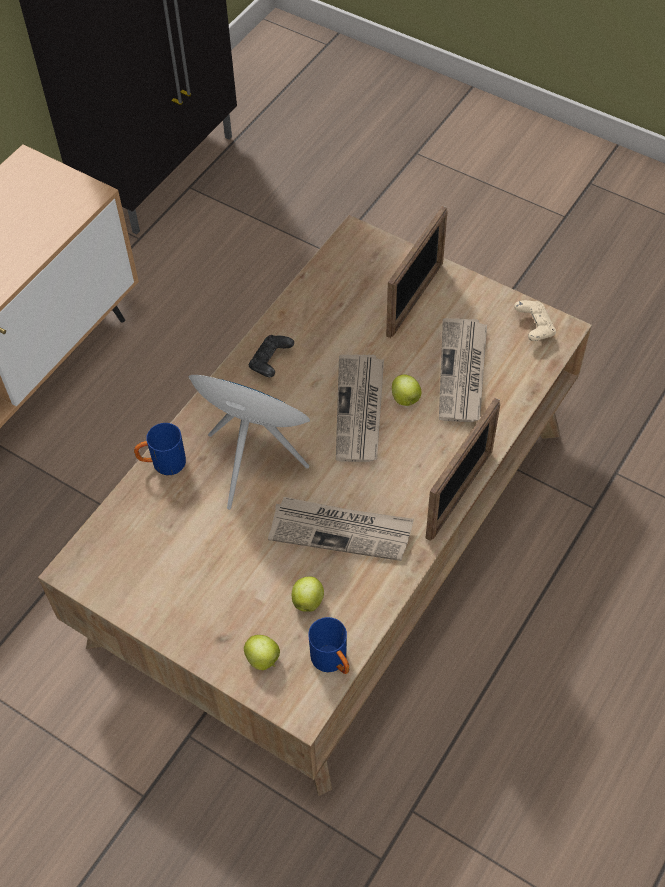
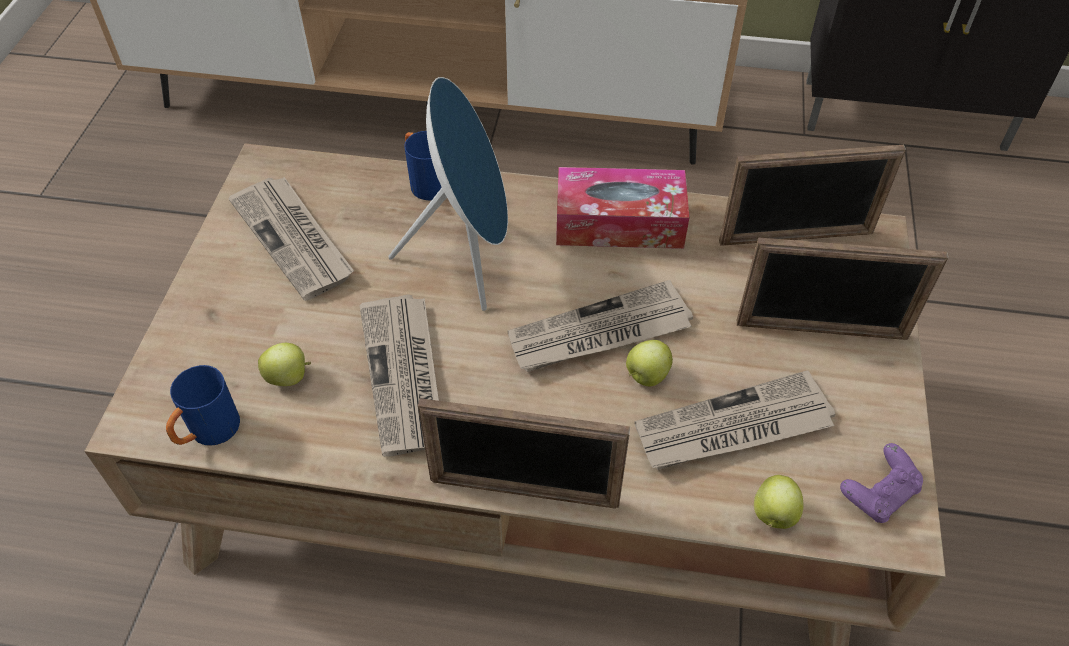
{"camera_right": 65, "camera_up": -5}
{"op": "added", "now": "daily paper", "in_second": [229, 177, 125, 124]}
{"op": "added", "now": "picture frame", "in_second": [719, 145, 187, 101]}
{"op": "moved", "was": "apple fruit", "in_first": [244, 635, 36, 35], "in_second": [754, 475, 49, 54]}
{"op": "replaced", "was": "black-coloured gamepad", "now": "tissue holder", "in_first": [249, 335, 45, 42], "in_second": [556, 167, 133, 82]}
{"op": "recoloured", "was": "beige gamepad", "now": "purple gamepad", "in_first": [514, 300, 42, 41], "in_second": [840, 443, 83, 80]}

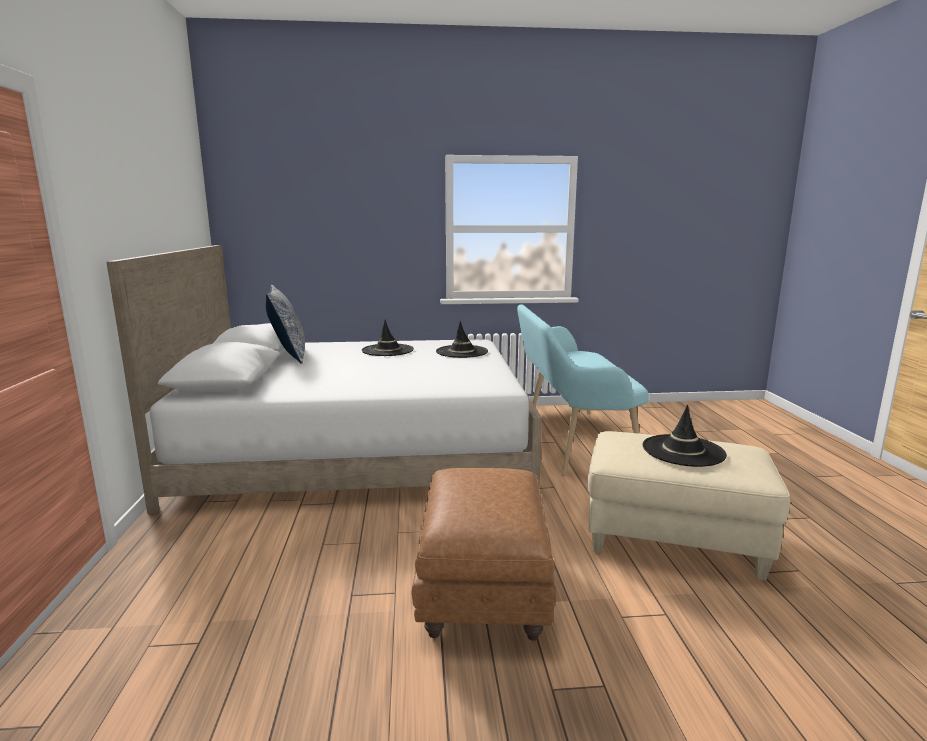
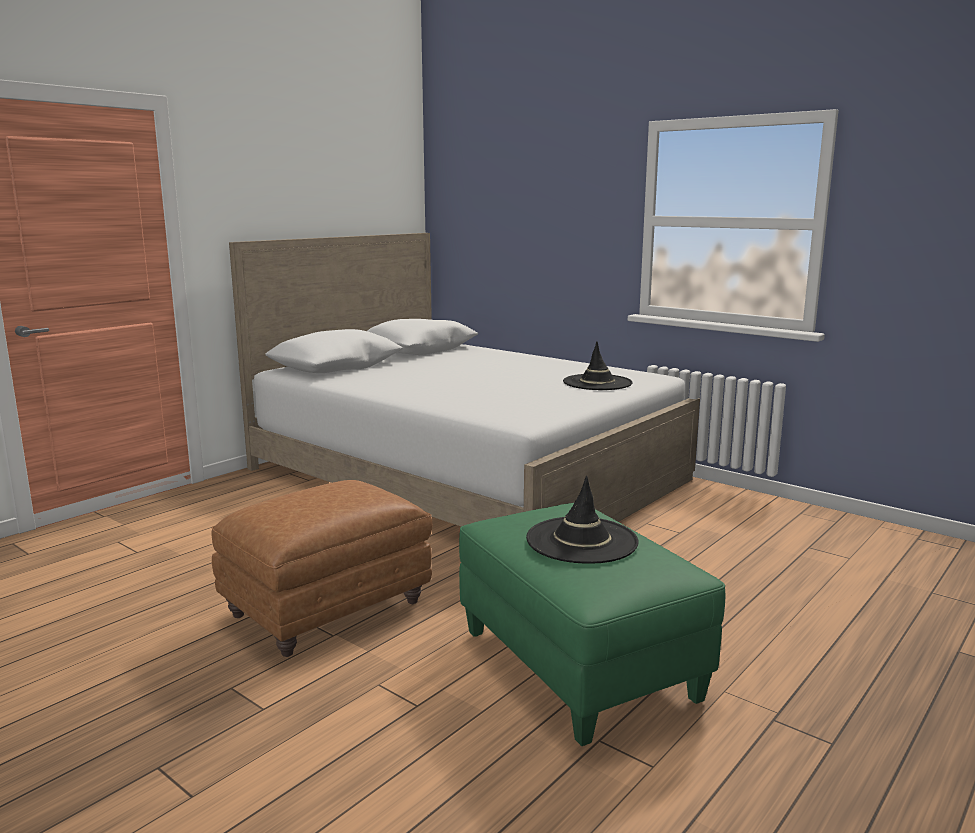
{"camera_right": 45, "camera_up": 0}
{"op": "removed", "was": "pillow", "in_first": [265, 285, 40, 79]}
{"op": "removed", "was": "black-coloured wearable hat", "in_first": [362, 320, 52, 36]}
{"op": "removed", "was": "turquoise long seat", "in_first": [517, 304, 132, 172]}
{"op": "recoloured", "was": "beige pouffe", "now": "greenish pouffe", "in_first": [588, 431, 202, 149], "in_second": [459, 503, 266, 243]}

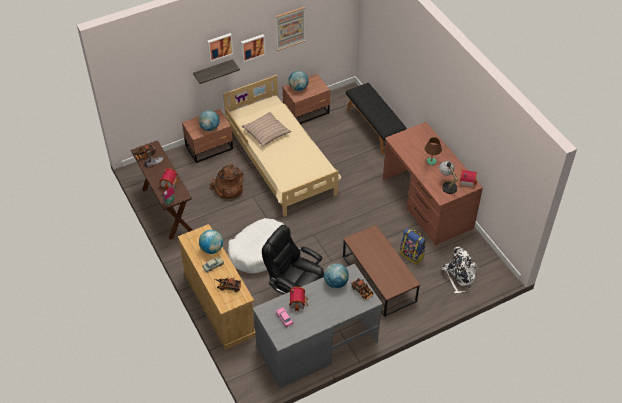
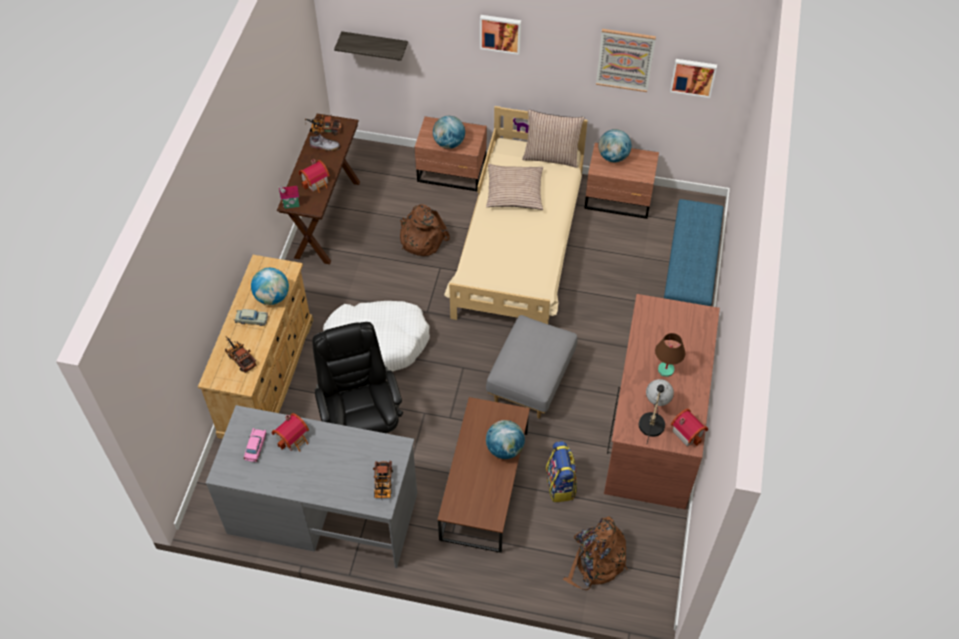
{"camera_right": 40, "camera_up": 5}
{"op": "added", "now": "gray pouffe", "in_second": [486, 315, 91, 103]}
{"op": "added", "now": "pillow", "in_second": [522, 109, 63, 59]}
{"op": "moved", "was": "wall shelf", "in_first": [193, 59, 47, 25], "in_second": [334, 31, 74, 29]}
{"op": "moved", "was": "wall art", "in_first": [241, 34, 25, 28], "in_second": [670, 59, 47, 39]}
{"op": "moved", "was": "desk globe", "in_first": [324, 263, 25, 25], "in_second": [486, 420, 39, 39]}
{"op": "recoloured", "was": "black-coloured long seat", "now": "blue long seat", "in_first": [346, 83, 61, 71], "in_second": [664, 199, 60, 107]}
{"op": "recoloured", "was": "white rucksack", "now": "brown rucksack", "in_first": [442, 247, 35, 46], "in_second": [563, 516, 64, 74]}

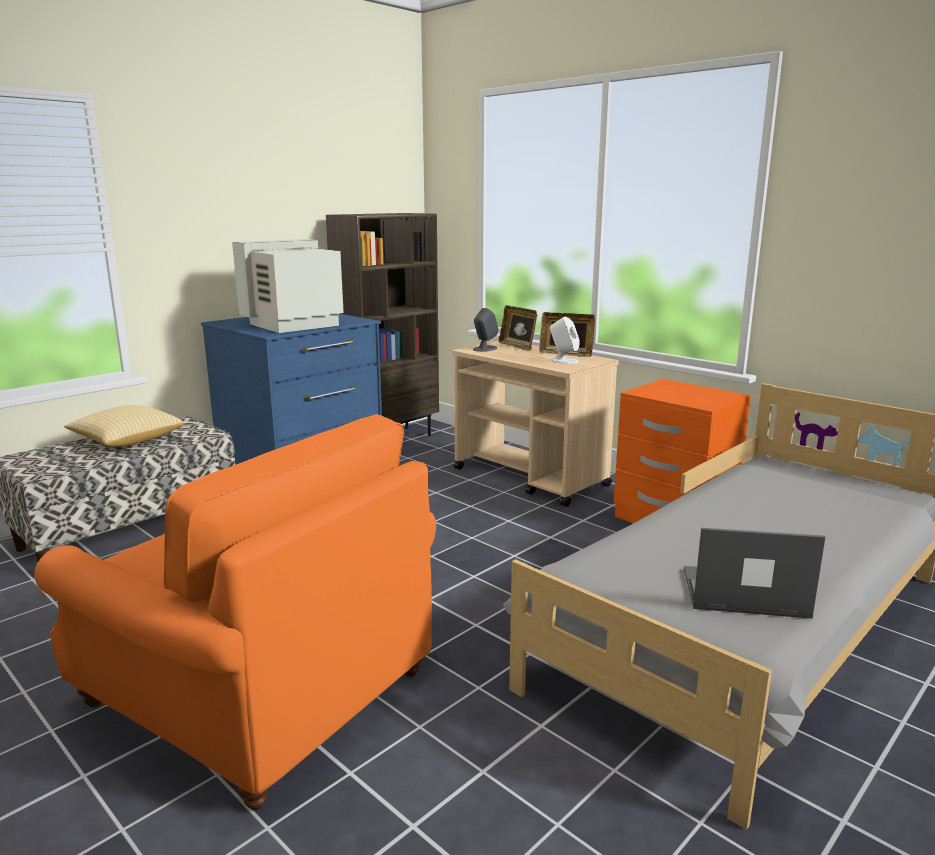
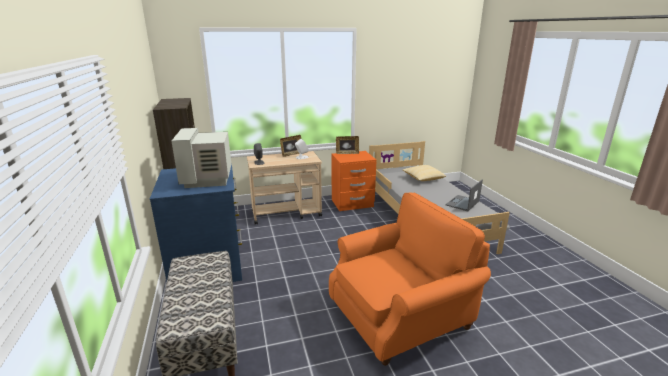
{"camera_right": -60, "camera_up": 5}
{"op": "moved", "was": "pillow", "in_first": [64, 405, 120, 42], "in_second": [403, 165, 43, 16]}
{"op": "moved", "was": "picture frame", "in_first": [499, 305, 39, 46], "in_second": [336, 136, 23, 18]}

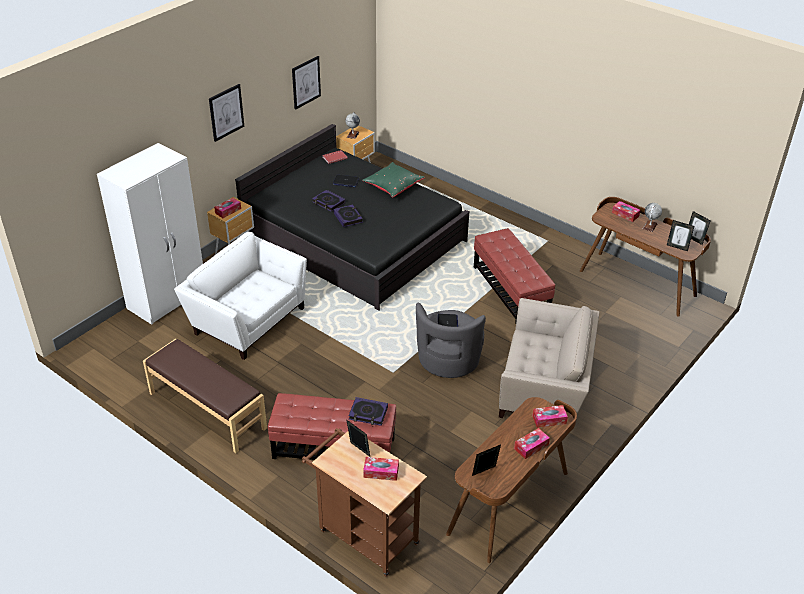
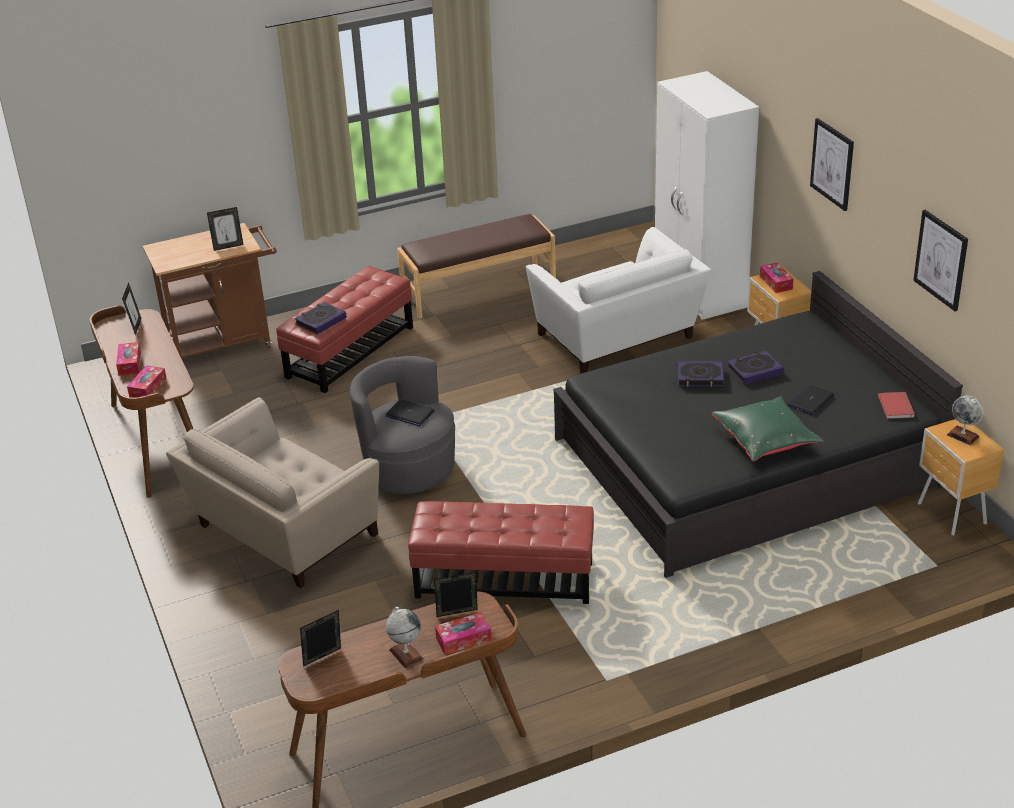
{"camera_right": 120, "camera_up": -5}
{"op": "removed", "was": "tissue holder", "in_first": [363, 457, 36, 24]}
{"op": "moved", "was": "picture frame", "in_first": [689, 211, 22, 34], "in_second": [434, 572, 44, 45]}
{"op": "turned", "was": "white lounge chair", "in_first": [174, 232, 133, 128], "in_second": [526, 227, 185, 146], "clockwise": 90}

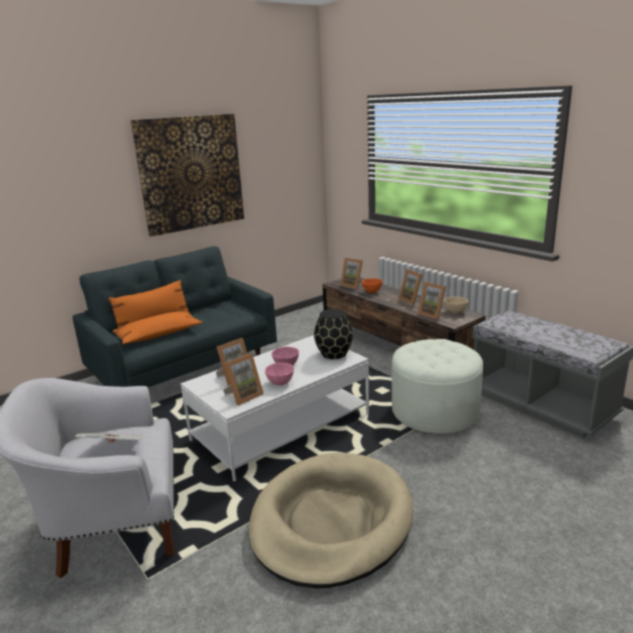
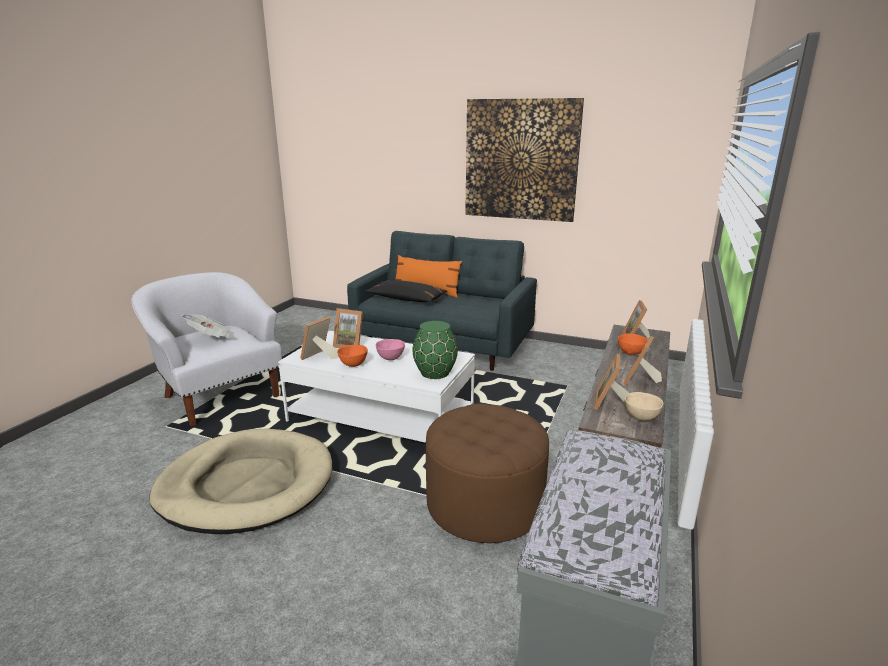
{"camera_right": 60, "camera_up": 0}
{"op": "recoloured", "was": "orangey pillow", "now": "black-coloured pillow", "in_first": [112, 311, 91, 33], "in_second": [365, 280, 82, 22]}
{"op": "recoloured", "was": "pinkish serving bowl", "now": "orangey serving bowl", "in_first": [265, 363, 29, 22], "in_second": [337, 345, 31, 22]}
{"op": "recoloured", "was": "black-coloured decorative vase", "now": "greenish decorative vase", "in_first": [314, 309, 39, 50], "in_second": [412, 321, 46, 58]}
{"op": "recoloured", "was": "white pouffe", "now": "brown pouffe", "in_first": [392, 339, 91, 95], "in_second": [426, 403, 123, 140]}
{"op": "turned", "was": "picture frame", "in_first": [223, 353, 41, 53], "in_second": [300, 317, 39, 43], "clockwise": 105}

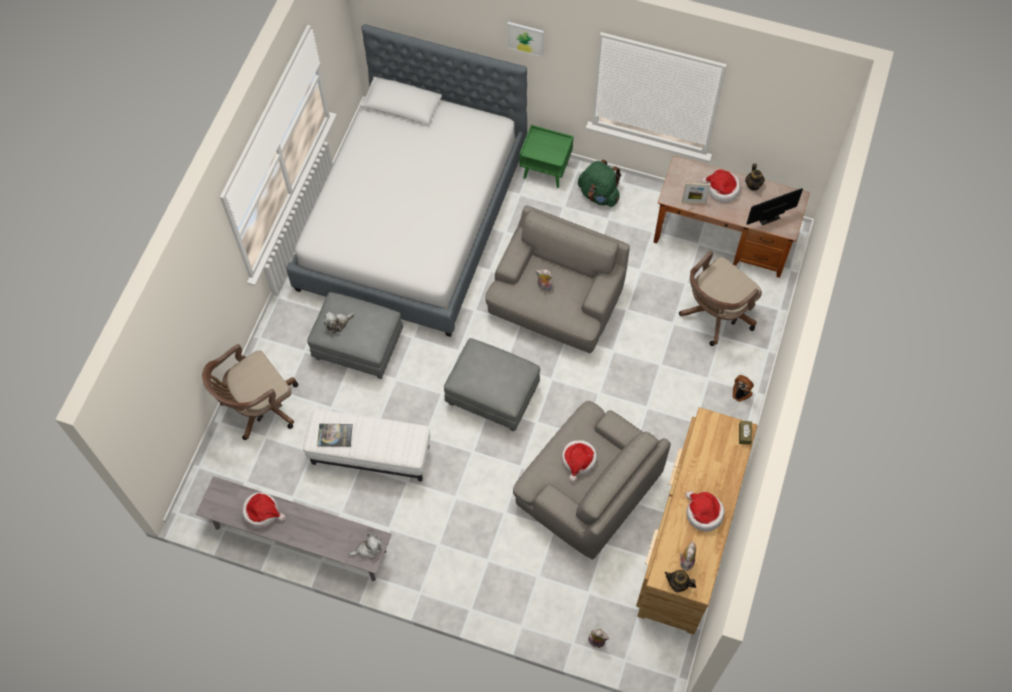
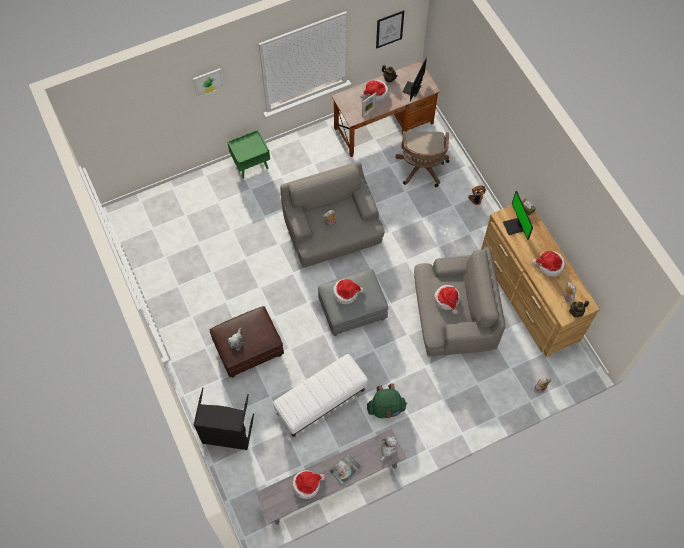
{"camera_right": -45, "camera_up": 0}
{"op": "removed", "was": "bedroom bed", "in_first": [286, 24, 241, 313]}
{"op": "added", "now": "wearable hat", "in_second": [333, 279, 31, 25]}
{"op": "added", "now": "wall art", "in_second": [376, 10, 28, 39]}
{"op": "added", "now": "computer display", "in_second": [503, 191, 30, 49]}
{"op": "moved", "was": "book", "in_first": [317, 424, 36, 23], "in_second": [329, 453, 32, 32]}
{"op": "moved", "was": "greenish rucksack", "in_first": [578, 160, 43, 47], "in_second": [367, 383, 40, 35]}
{"op": "replaced", "was": "brown computer chair", "now": "black-coloured washing basket", "in_first": [202, 344, 96, 96], "in_second": [193, 388, 61, 62]}
{"op": "recoloured", "was": "gray pouffe", "now": "brown pouffe", "in_first": [307, 292, 96, 87], "in_second": [210, 306, 74, 72]}

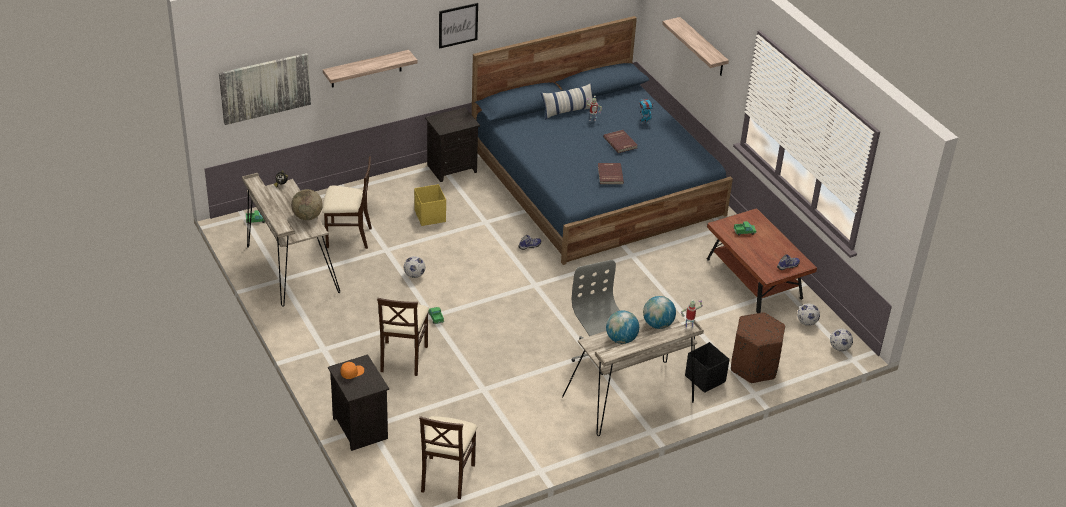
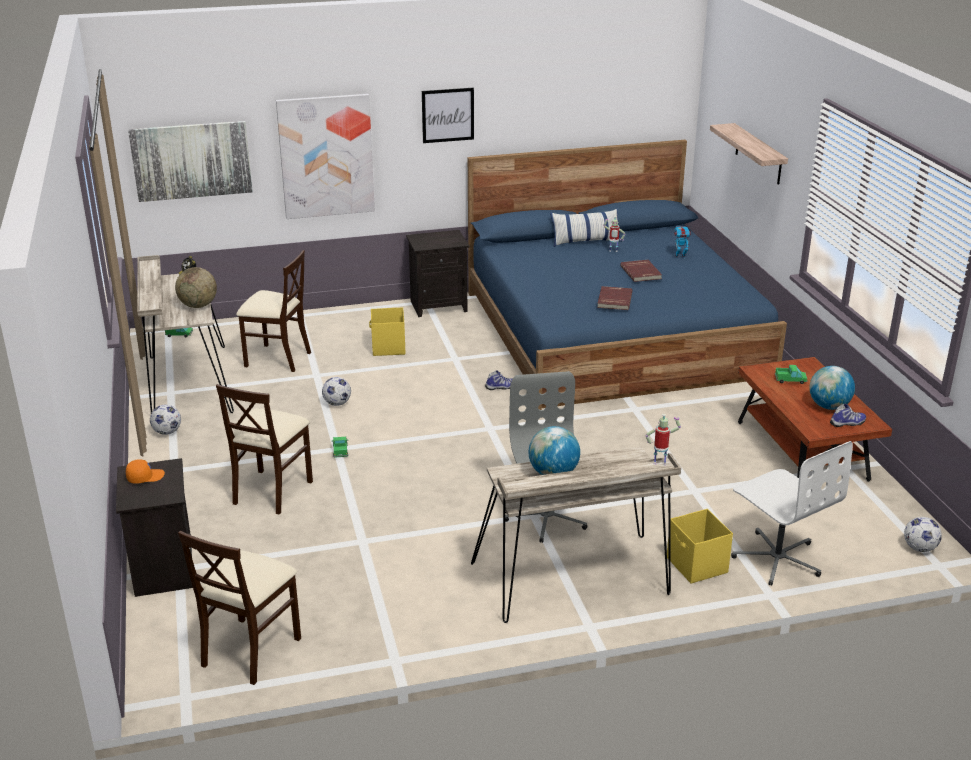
{"camera_right": 15, "camera_up": -10}
{"op": "moved", "was": "desk globe", "in_first": [643, 296, 33, 33], "in_second": [809, 366, 46, 44]}
{"op": "moved", "was": "ball for football", "in_first": [797, 303, 23, 23], "in_second": [150, 405, 31, 30]}
{"op": "replaced", "was": "wall shelf", "now": "wall art", "in_first": [323, 50, 94, 37], "in_second": [276, 94, 99, 125]}
{"op": "replaced", "was": "brown pouffe", "now": "white computer chair", "in_first": [731, 312, 54, 71], "in_second": [731, 441, 122, 144]}
{"op": "recoloured", "was": "black-coloured storage bin", "now": "yellow storage bin", "in_first": [685, 342, 45, 51], "in_second": [667, 509, 66, 75]}

